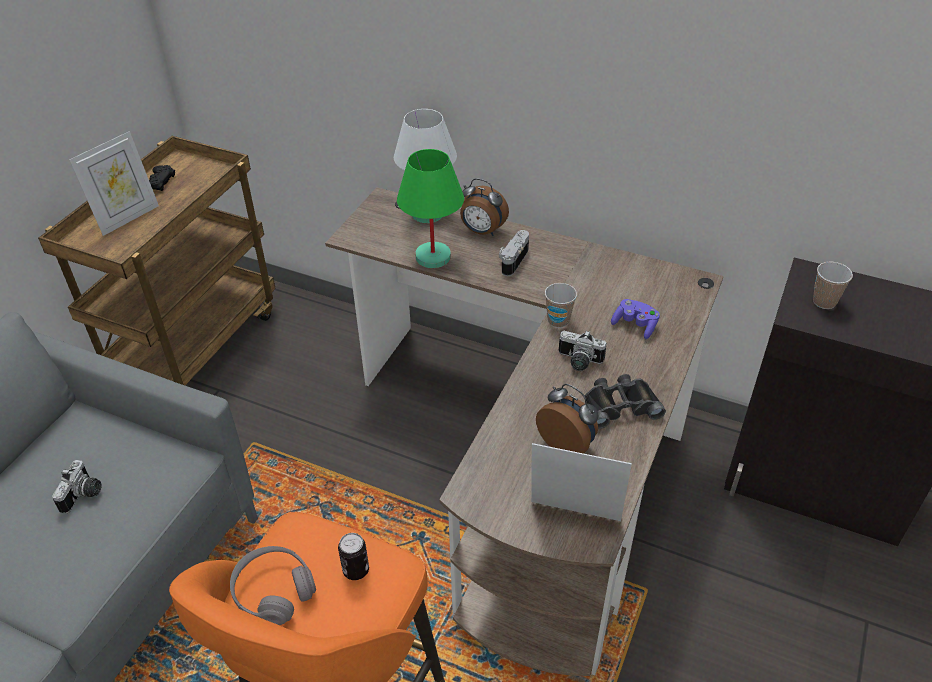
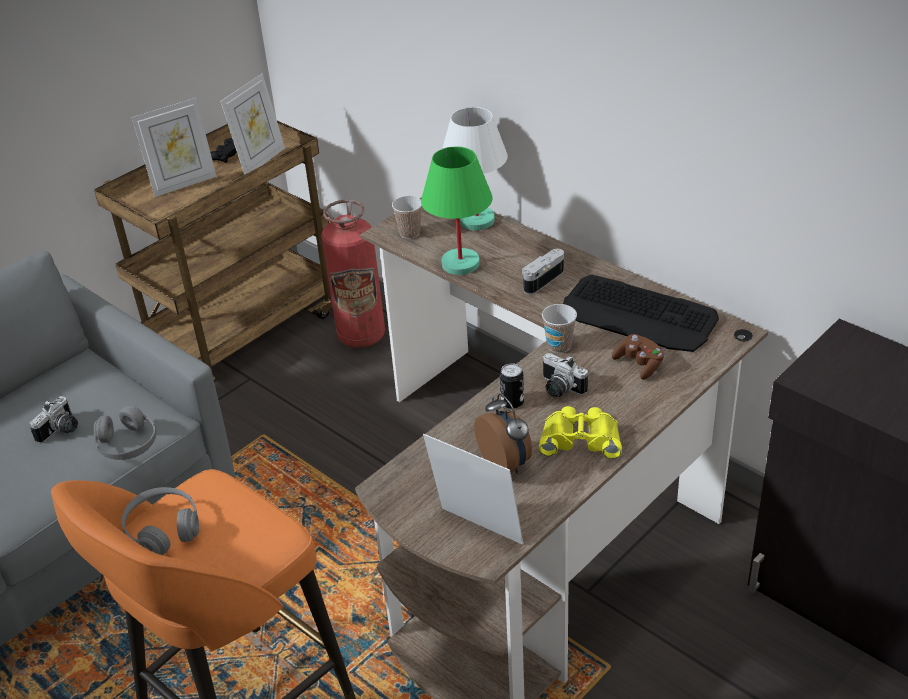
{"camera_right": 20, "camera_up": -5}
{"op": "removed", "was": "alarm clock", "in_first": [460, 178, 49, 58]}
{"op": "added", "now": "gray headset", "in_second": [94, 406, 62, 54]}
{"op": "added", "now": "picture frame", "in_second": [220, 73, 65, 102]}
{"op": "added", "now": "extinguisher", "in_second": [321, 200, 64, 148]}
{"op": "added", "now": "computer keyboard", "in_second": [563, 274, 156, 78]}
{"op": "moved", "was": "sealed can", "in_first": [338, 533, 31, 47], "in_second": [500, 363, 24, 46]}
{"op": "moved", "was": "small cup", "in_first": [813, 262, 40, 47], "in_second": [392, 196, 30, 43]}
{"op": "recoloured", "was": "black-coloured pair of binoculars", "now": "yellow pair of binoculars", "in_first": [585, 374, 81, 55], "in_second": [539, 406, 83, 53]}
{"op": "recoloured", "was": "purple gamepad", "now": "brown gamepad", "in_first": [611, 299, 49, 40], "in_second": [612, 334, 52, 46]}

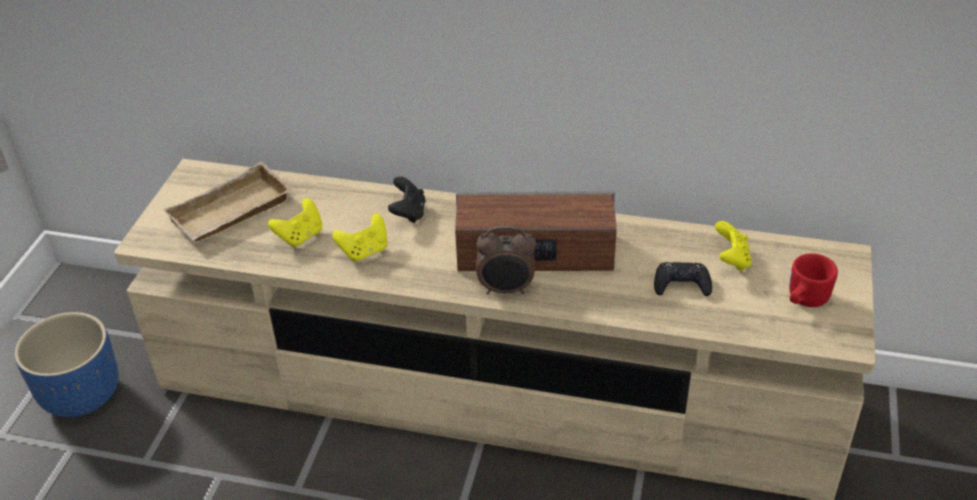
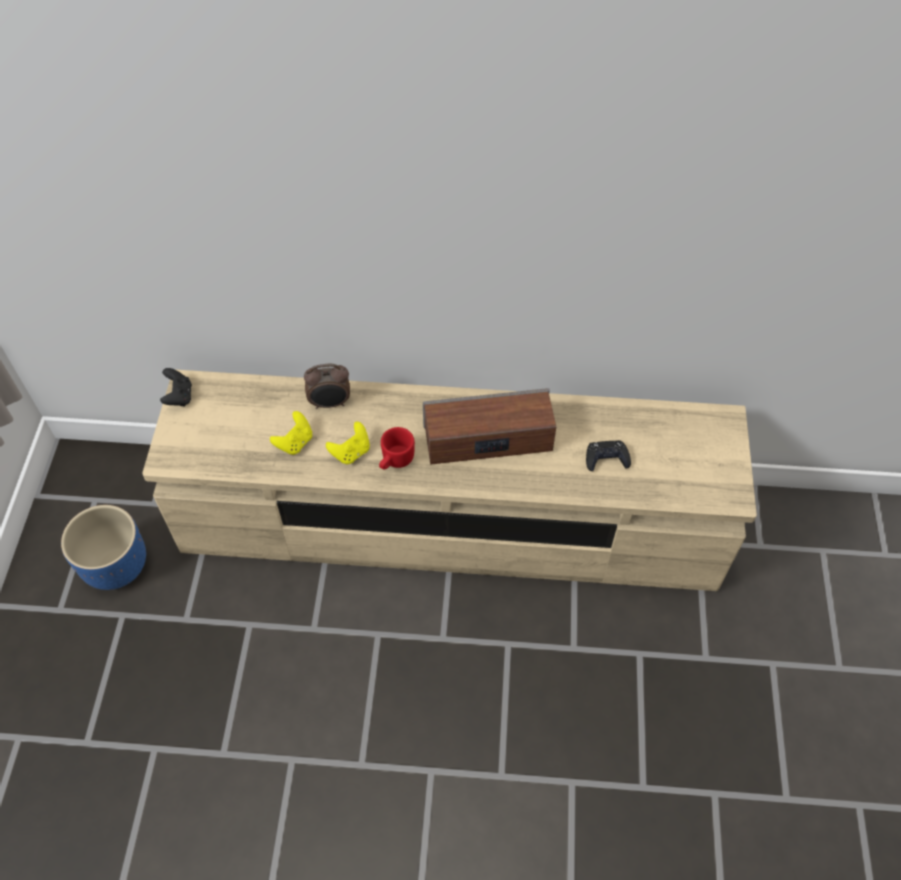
{"camera_right": -10, "camera_up": 15}
{"op": "removed", "was": "beige tray", "in_first": [163, 162, 129, 80]}
{"op": "removed", "was": "yellow gamepad", "in_first": [715, 221, 37, 50]}
{"op": "moved", "was": "black-coloured gamepad", "in_first": [388, 176, 38, 47], "in_second": [160, 368, 32, 39]}
{"op": "moved", "was": "alarm clock", "in_first": [476, 226, 60, 69], "in_second": [304, 364, 46, 45]}
{"op": "moved", "was": "red-coloured mug", "in_first": [789, 253, 49, 54], "in_second": [379, 427, 36, 43]}

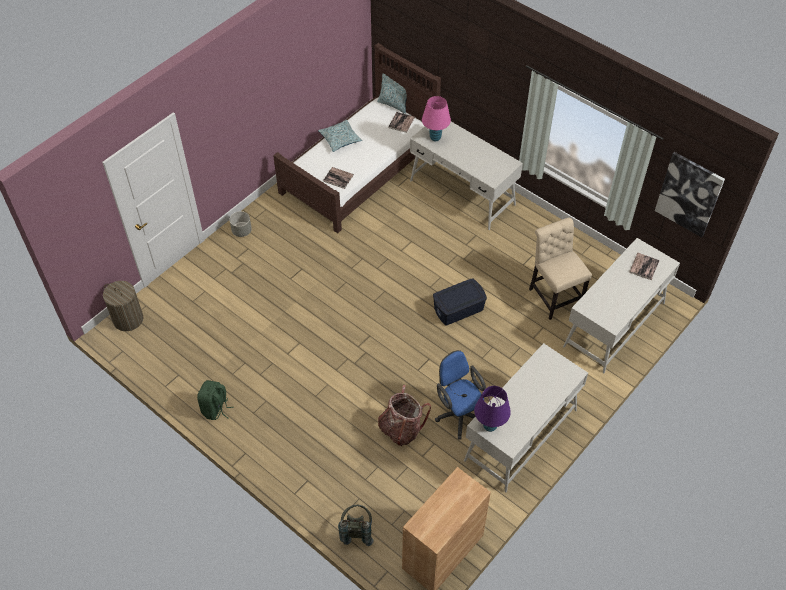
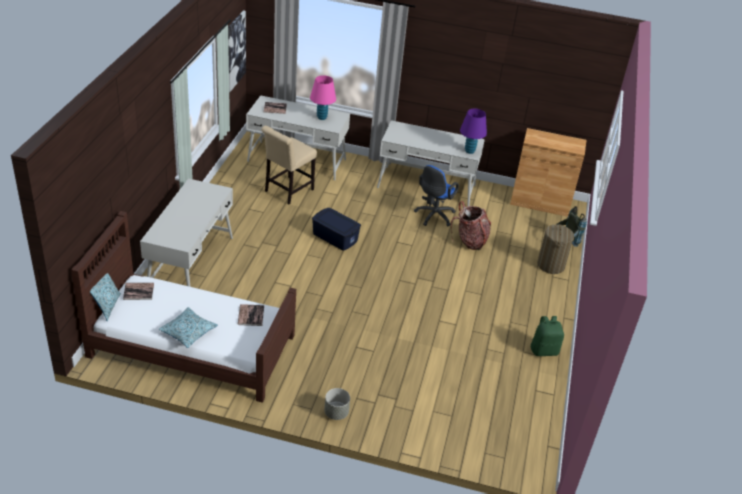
{"camera_right": -120, "camera_up": -15}
{"op": "moved", "was": "washing basket", "in_first": [103, 281, 40, 50], "in_second": [537, 224, 37, 50]}
{"op": "moved", "was": "pinkish lamp for a table", "in_first": [422, 96, 29, 45], "in_second": [310, 75, 26, 45]}

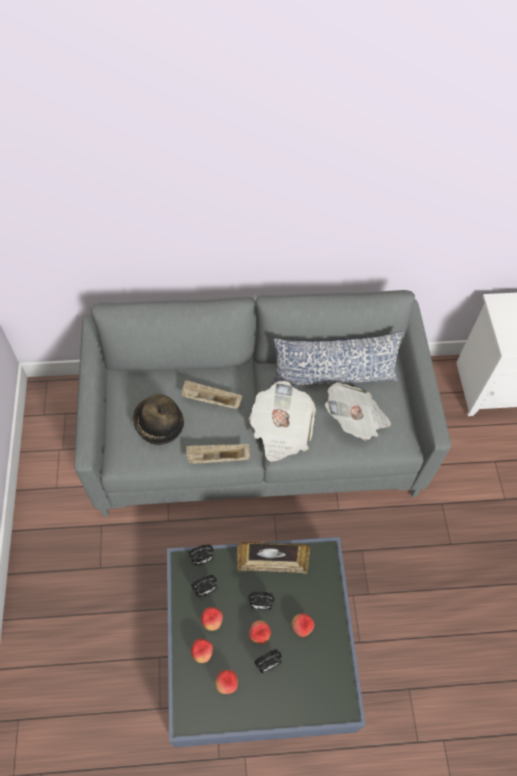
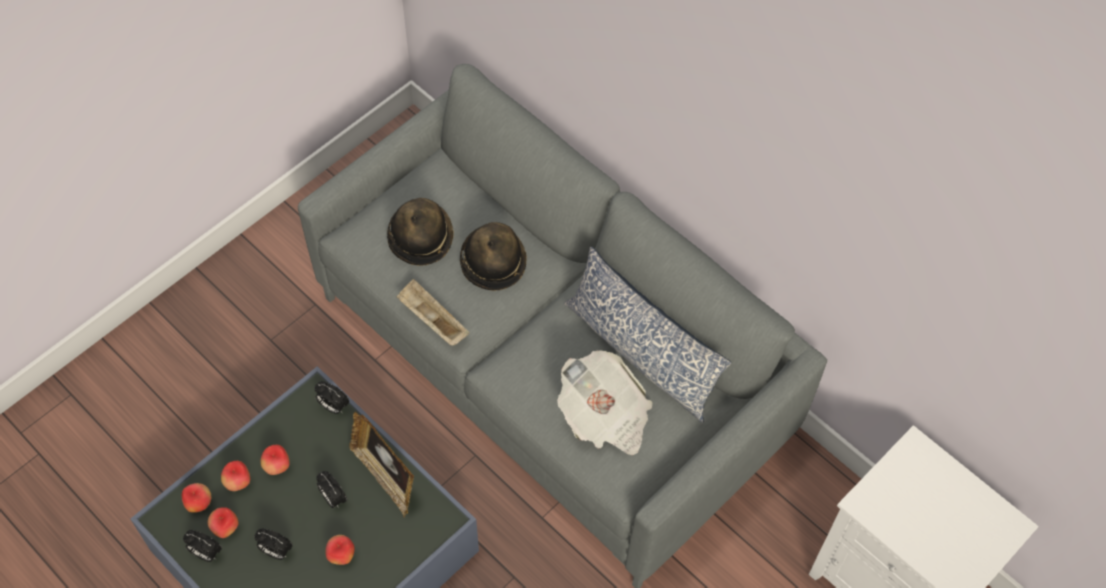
{"camera_right": 50, "camera_up": 0}
{"op": "removed", "was": "daily paper", "in_first": [249, 381, 67, 81]}
{"op": "moved", "was": "alarm clock", "in_first": [191, 575, 26, 22], "in_second": [183, 530, 39, 32]}
{"op": "moved", "was": "apple fruit", "in_first": [249, 620, 22, 24], "in_second": [182, 483, 29, 30]}
{"op": "replaced", "was": "beige tray", "now": "wearable hat", "in_first": [182, 380, 61, 29], "in_second": [460, 222, 67, 68]}

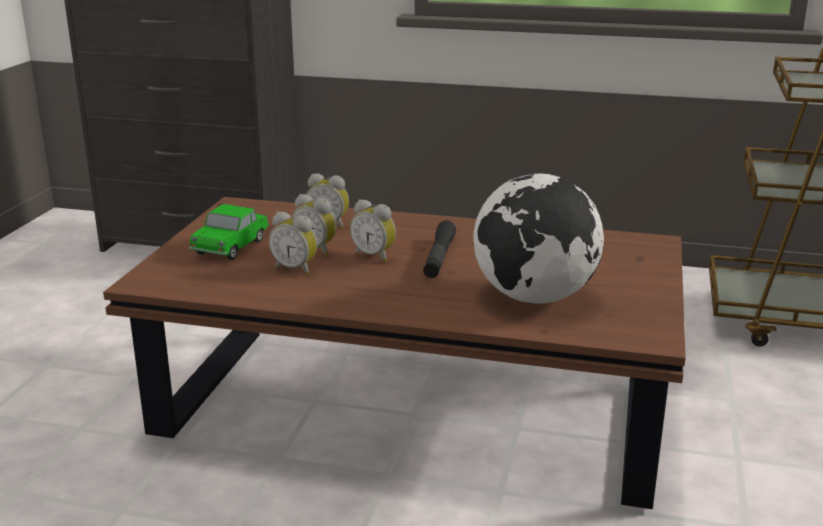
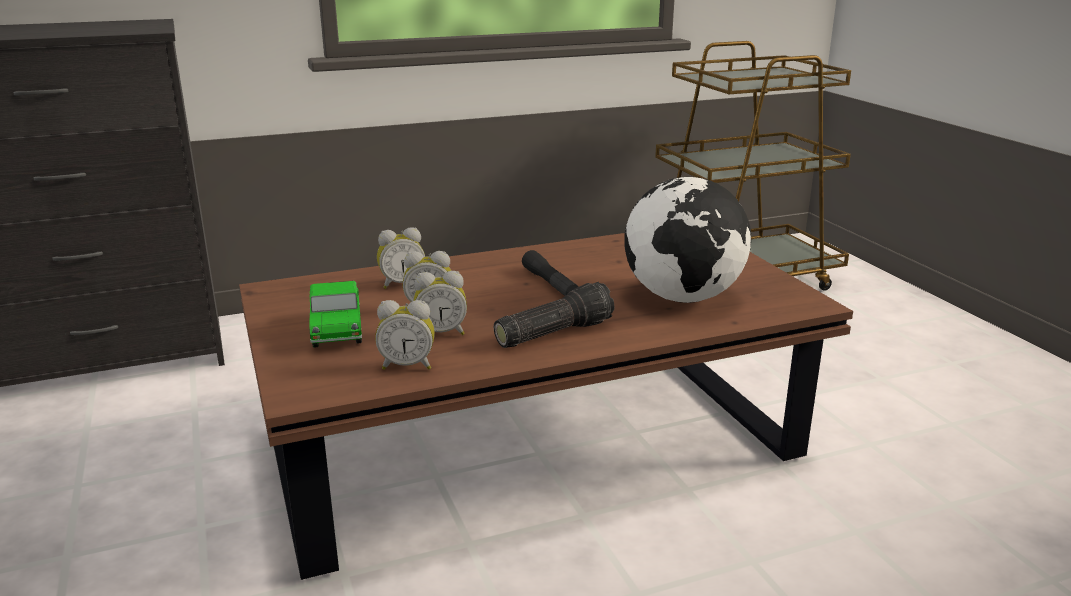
{"camera_right": -35, "camera_up": 0}
{"op": "added", "now": "flashlight", "in_second": [494, 282, 121, 66]}
{"op": "moved", "was": "alarm clock", "in_first": [350, 199, 46, 63], "in_second": [375, 300, 60, 70]}

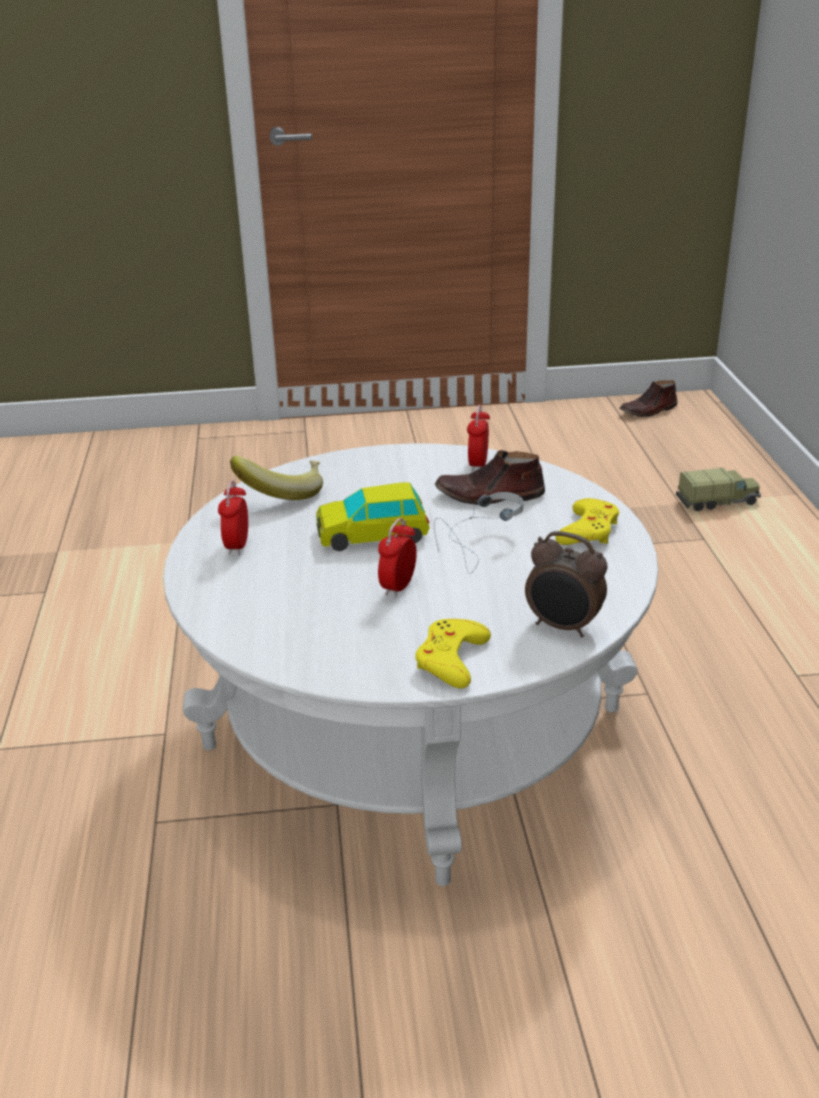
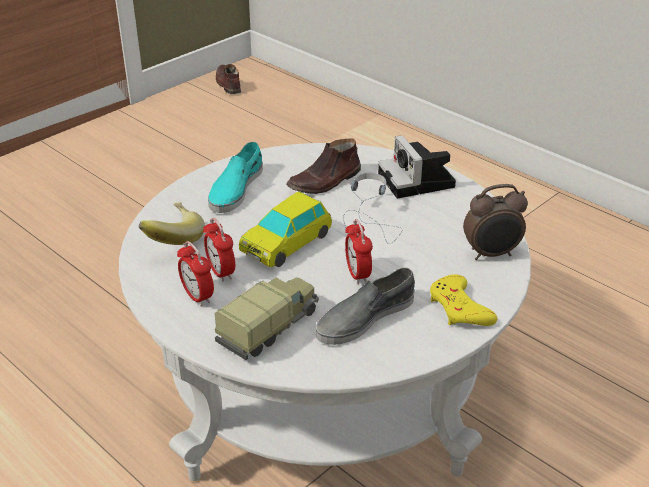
{"camera_right": -40, "camera_up": 5}
{"op": "added", "now": "turquoise low shoe", "in_second": [208, 142, 55, 71]}
{"op": "added", "now": "gray low shoe", "in_second": [316, 267, 99, 78]}
{"op": "moved", "was": "alarm clock", "in_first": [467, 405, 23, 66], "in_second": [203, 218, 32, 64]}
{"op": "moved", "was": "toy truck", "in_first": [676, 468, 85, 43], "in_second": [215, 278, 104, 82]}
{"op": "replaced", "was": "yellow gamepad", "now": "photo camera", "in_first": [555, 498, 64, 47], "in_second": [378, 135, 78, 64]}
{"op": "turned", "was": "brown low shoe", "in_first": [620, 380, 57, 37], "in_second": [216, 64, 25, 30], "clockwise": 135}

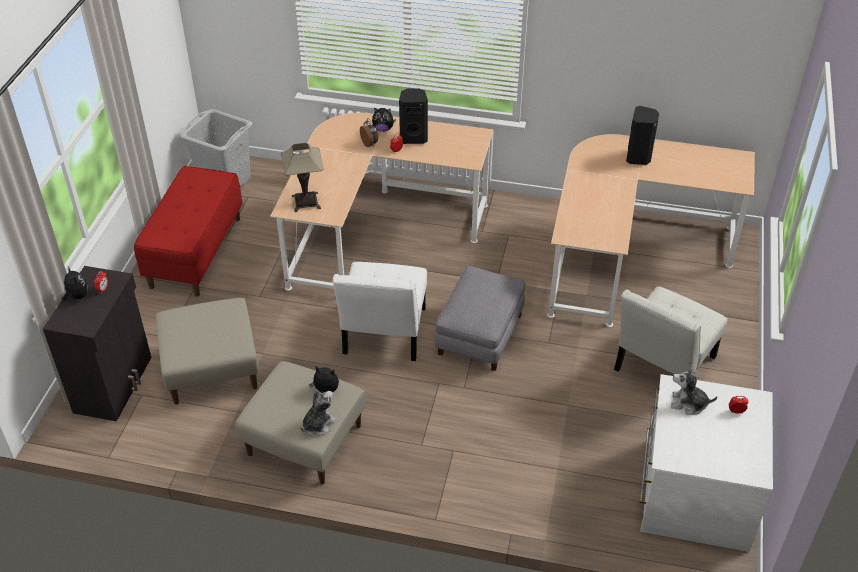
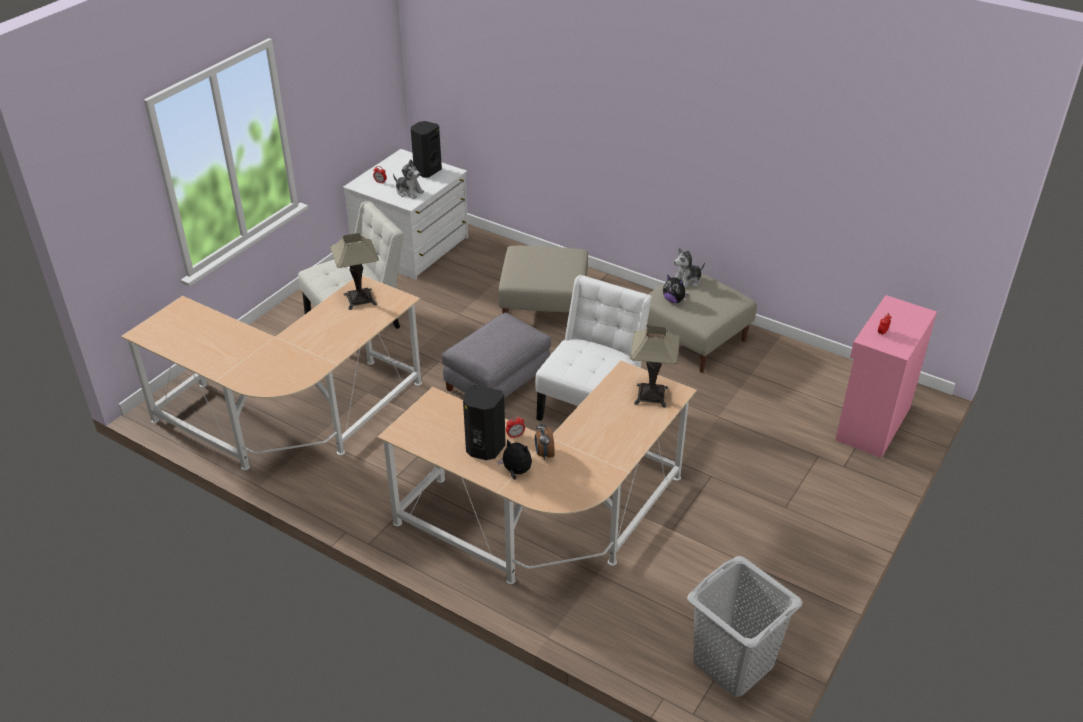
{"camera_right": -160, "camera_up": -5}
{"op": "removed", "was": "plush toy", "in_first": [62, 268, 26, 33]}
{"op": "removed", "was": "red-coloured long seat", "in_first": [134, 166, 109, 131]}
{"op": "added", "now": "lamp for a table", "in_second": [330, 233, 49, 77]}
{"op": "moved", "was": "beige pouffe", "in_first": [156, 298, 102, 106], "in_second": [499, 246, 89, 68]}
{"op": "moved", "was": "black-coloured loudspeaker", "in_first": [626, 106, 33, 59], "in_second": [411, 121, 31, 57]}
{"op": "recoloured", "was": "black-coloured cabinet", "now": "pinkish cabinet", "in_first": [43, 266, 109, 155], "in_second": [835, 295, 102, 163]}

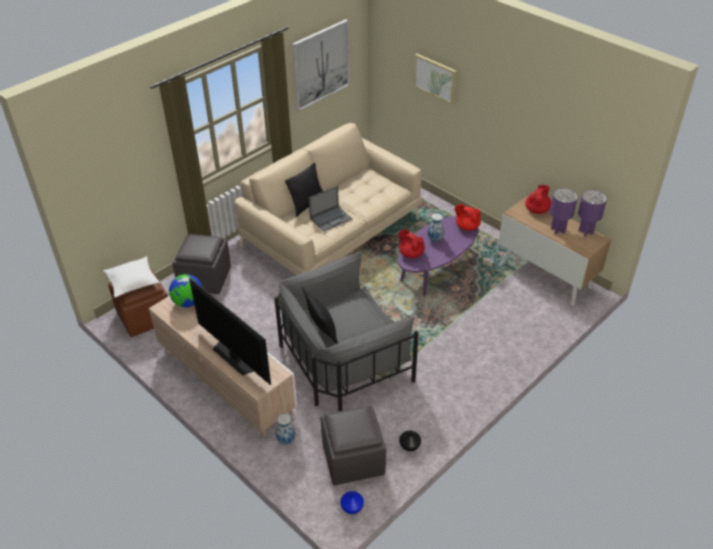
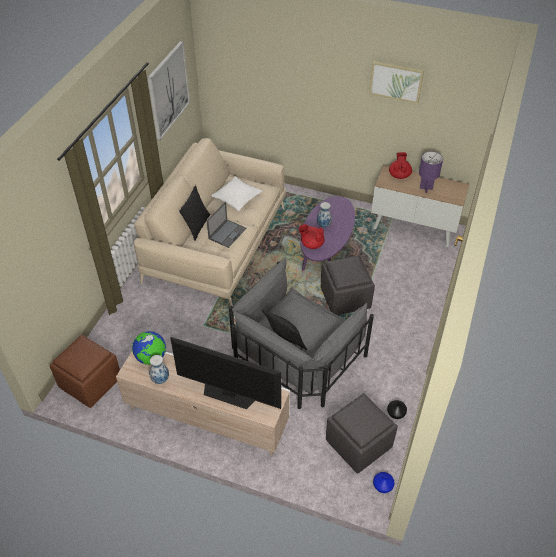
{"camera_right": -25, "camera_up": 5}
{"op": "removed", "was": "red-coloured tea pot", "in_first": [454, 204, 27, 27]}
{"op": "removed", "was": "purple lamp for a table", "in_first": [578, 190, 29, 47]}
{"op": "moved", "was": "white pillow", "in_first": [103, 256, 57, 42], "in_second": [211, 176, 52, 35]}
{"op": "moved", "was": "gray pouffe", "in_first": [172, 234, 59, 60], "in_second": [321, 255, 54, 60]}
{"op": "moved", "was": "decorative vase", "in_first": [276, 414, 20, 31], "in_second": [149, 355, 20, 29]}
{"op": "moved", "was": "wall art", "in_first": [414, 54, 42, 51], "in_second": [369, 61, 55, 43]}

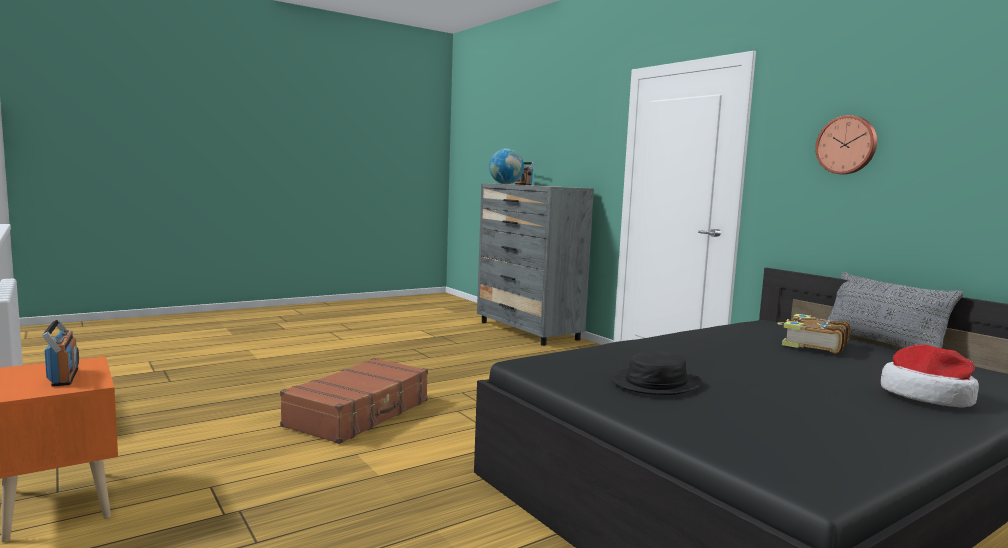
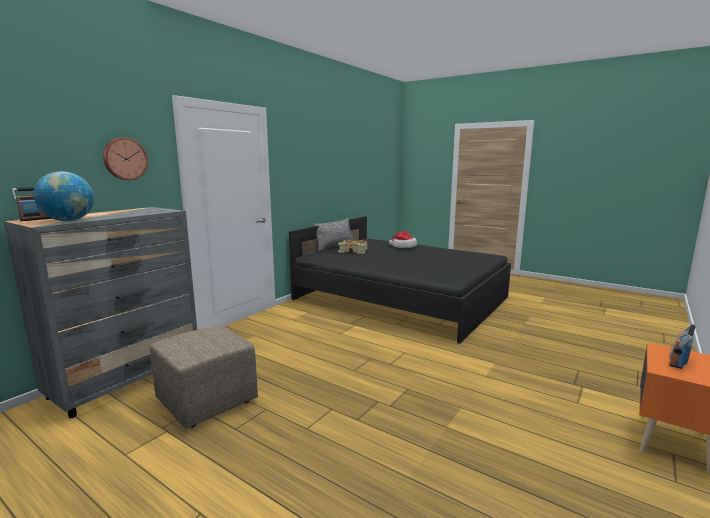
{"camera_right": -110, "camera_up": 5}
{"op": "removed", "was": "brown suitcase", "in_first": [280, 358, 148, 86]}
{"op": "removed", "was": "black-coloured wearable hat", "in_first": [611, 351, 92, 44]}
{"op": "added", "now": "beige pouffe", "in_second": [150, 325, 108, 104]}
{"op": "moved", "was": "wall clock", "in_first": [815, 115, 62, 59], "in_second": [103, 137, 45, 43]}

